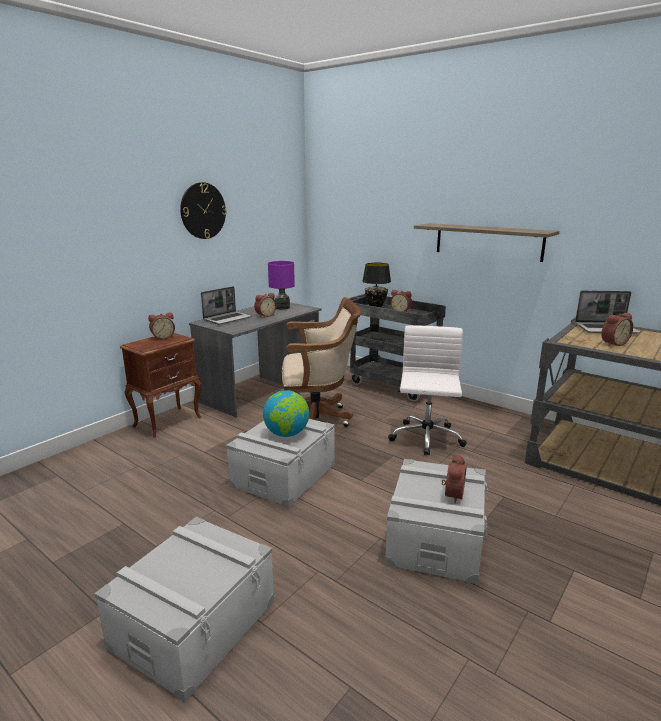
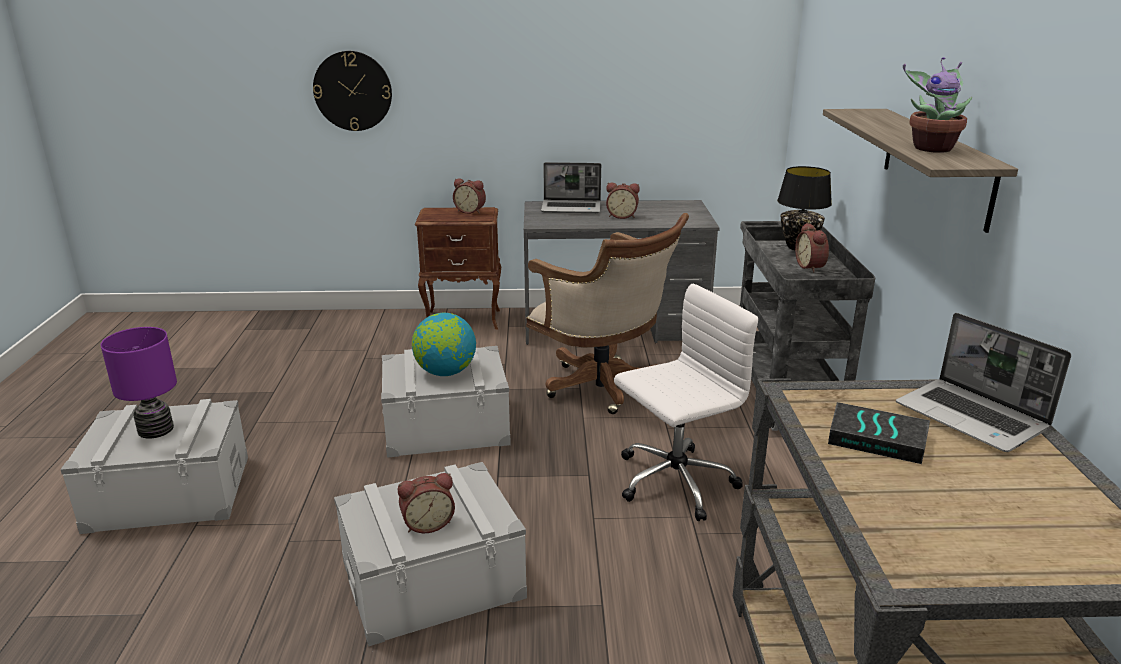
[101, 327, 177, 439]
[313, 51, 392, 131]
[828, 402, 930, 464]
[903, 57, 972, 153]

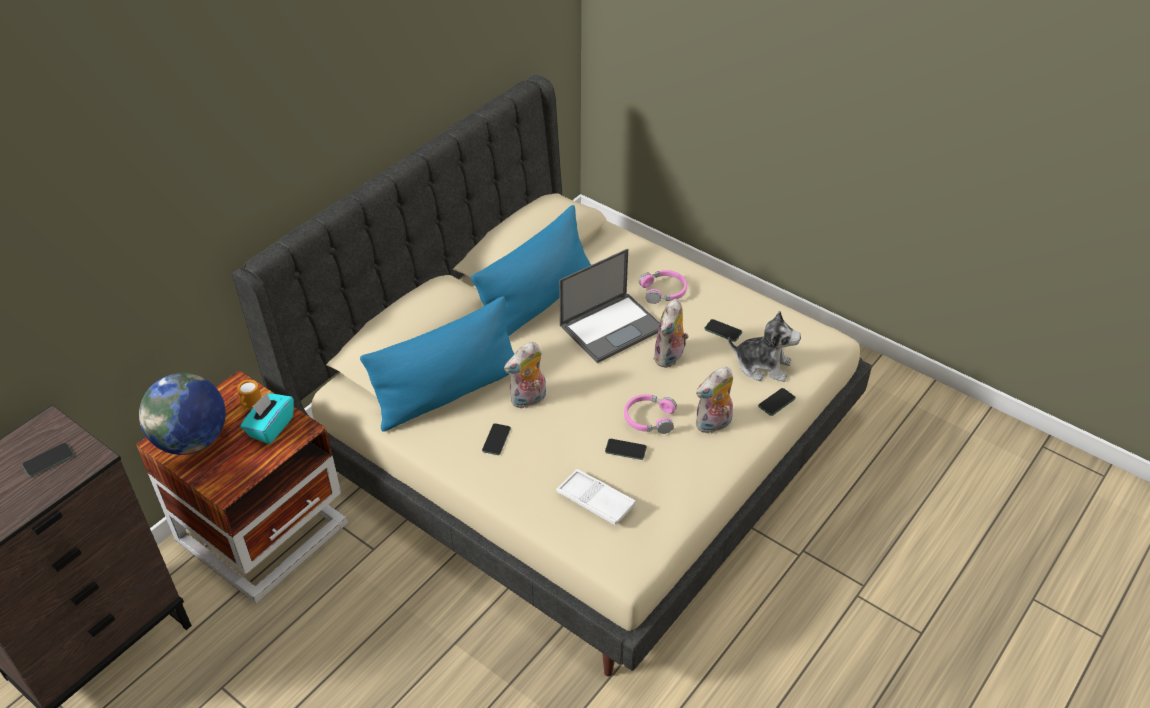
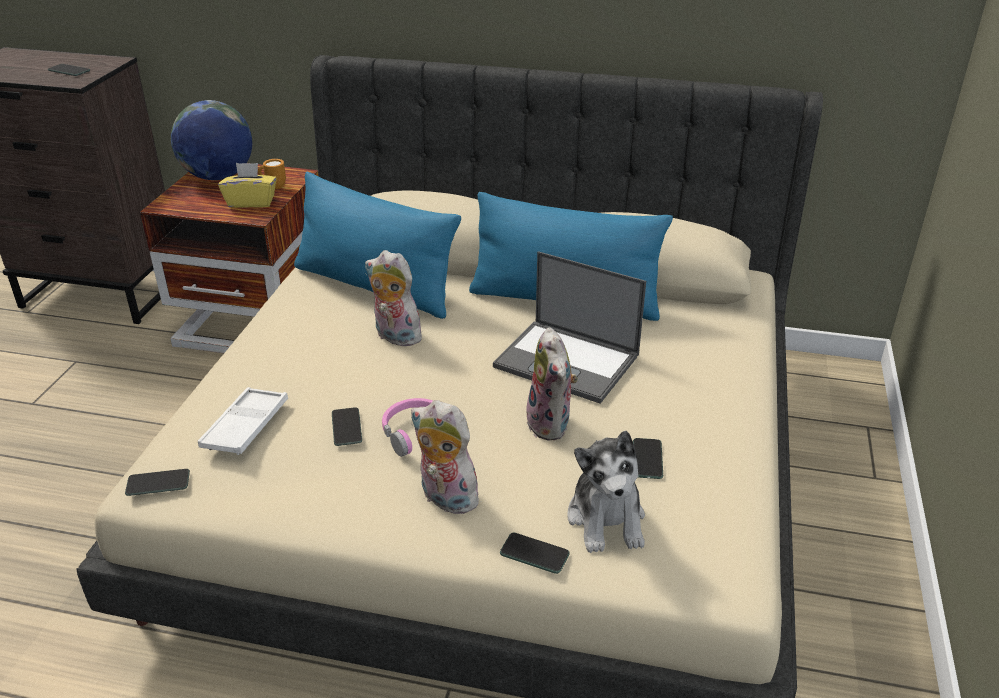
[125, 469, 190, 496]
[218, 163, 277, 208]
[523, 327, 578, 441]
[639, 270, 687, 304] (first image)

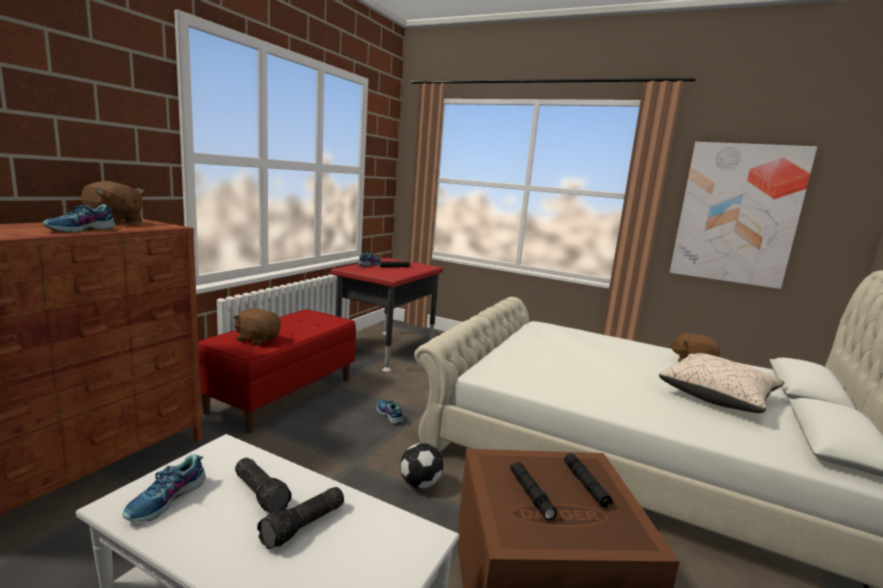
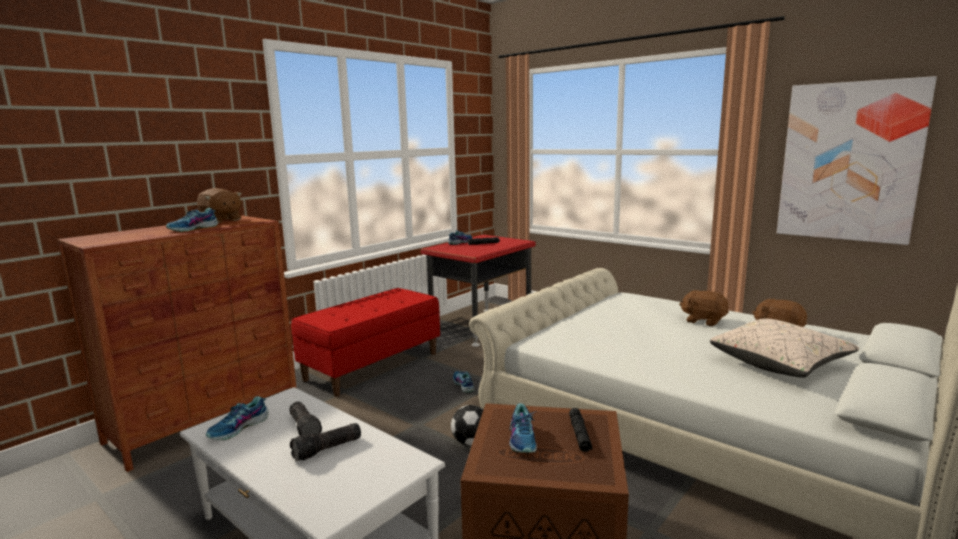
[509, 403, 537, 453]
[679, 290, 729, 326]

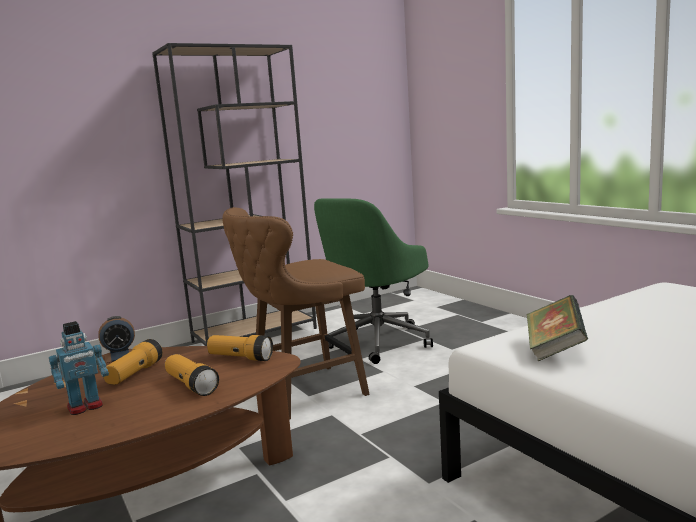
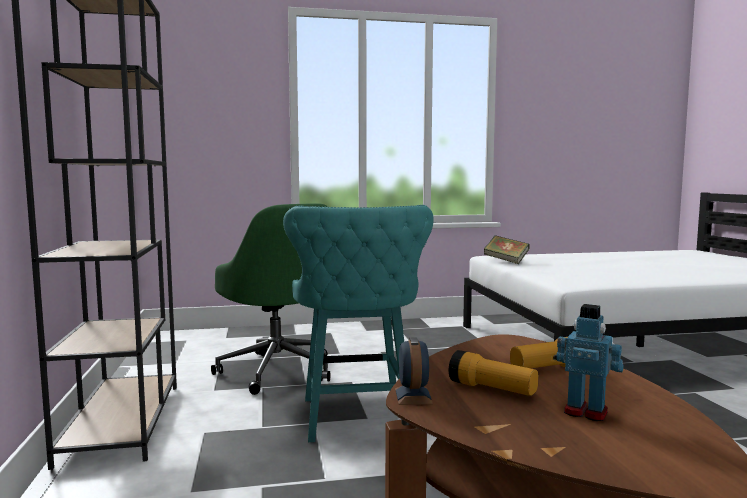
[283, 205, 434, 442]
[484, 235, 530, 264]
[557, 304, 624, 421]
[207, 335, 273, 361] (first image)

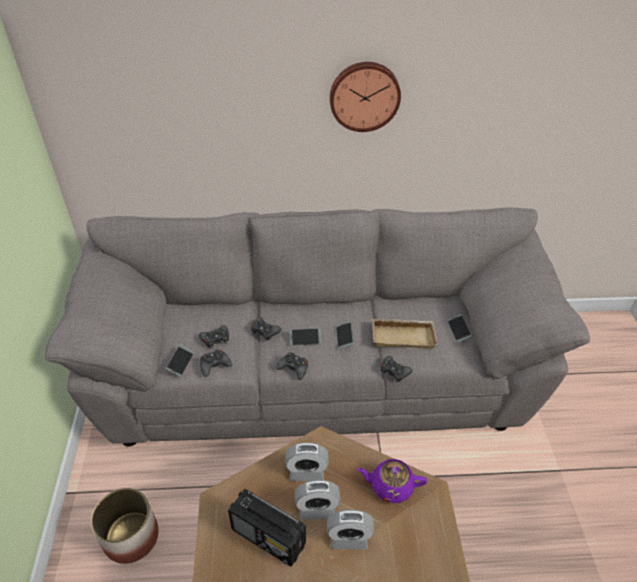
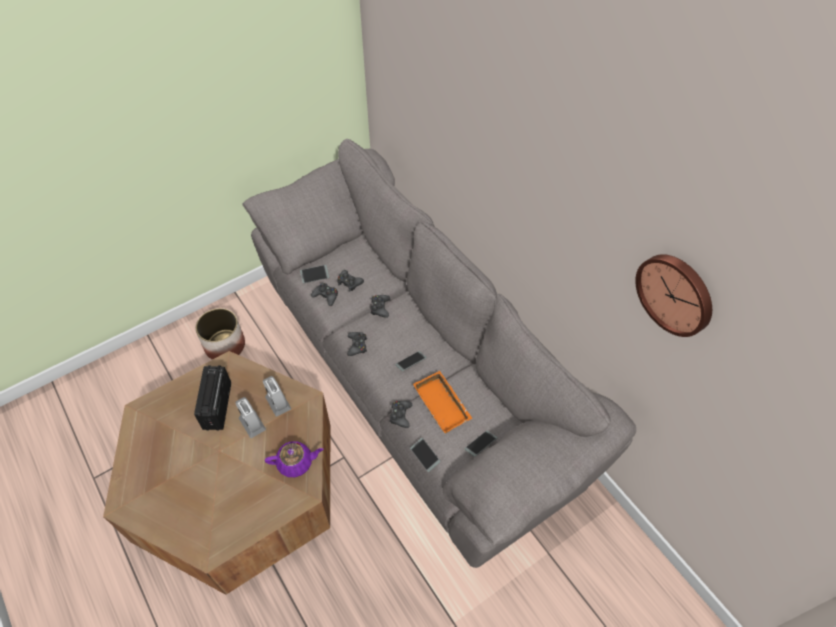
[265, 441, 323, 477]
[410, 438, 440, 472]
[413, 371, 472, 434]
[635, 254, 712, 337]
[327, 510, 374, 550] (first image)

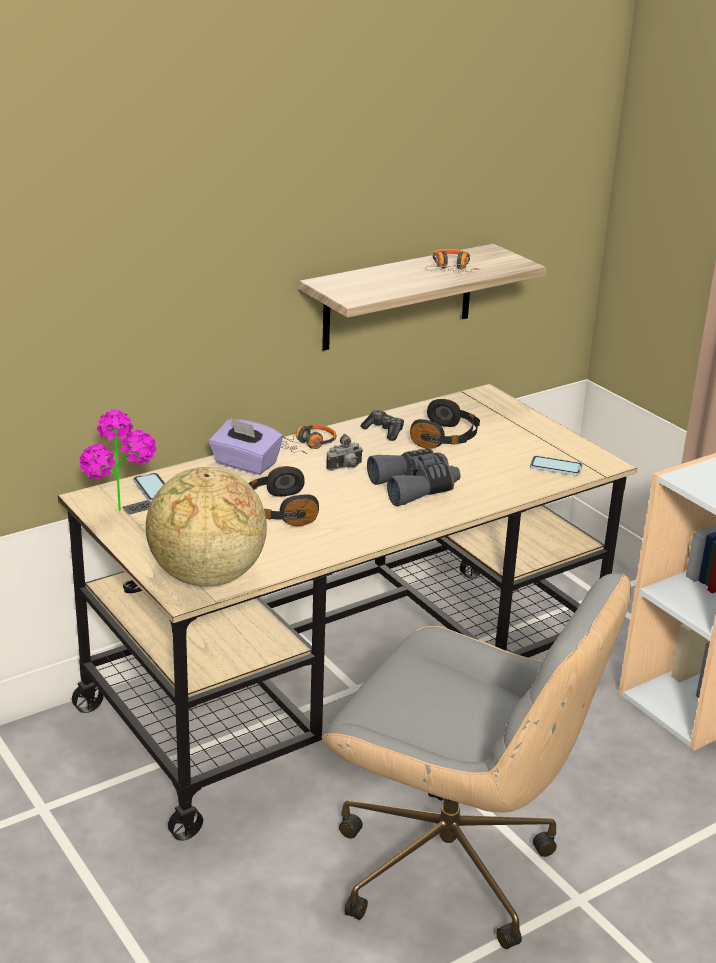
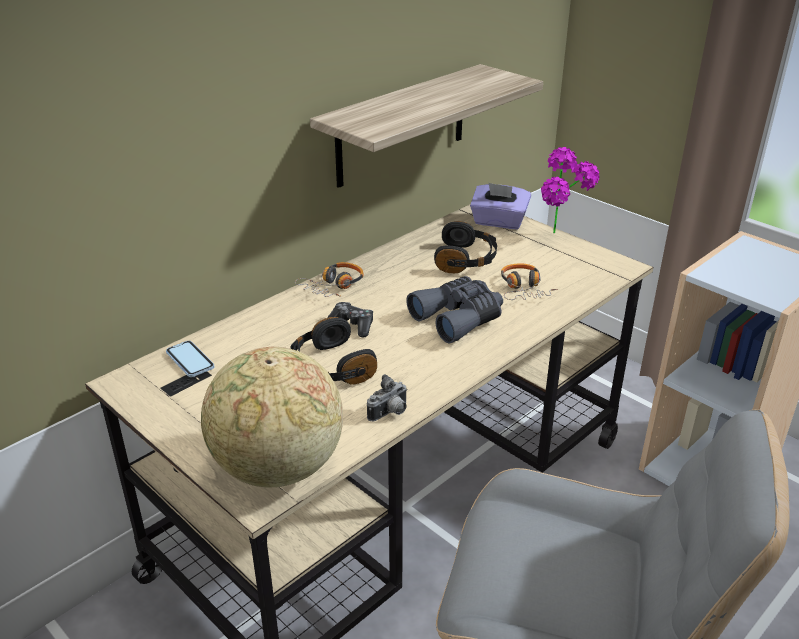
[327, 302, 373, 337]
[367, 374, 407, 421]
[470, 183, 531, 229]
[501, 264, 558, 300]
[541, 147, 600, 233]
[530, 456, 582, 476] (first image)

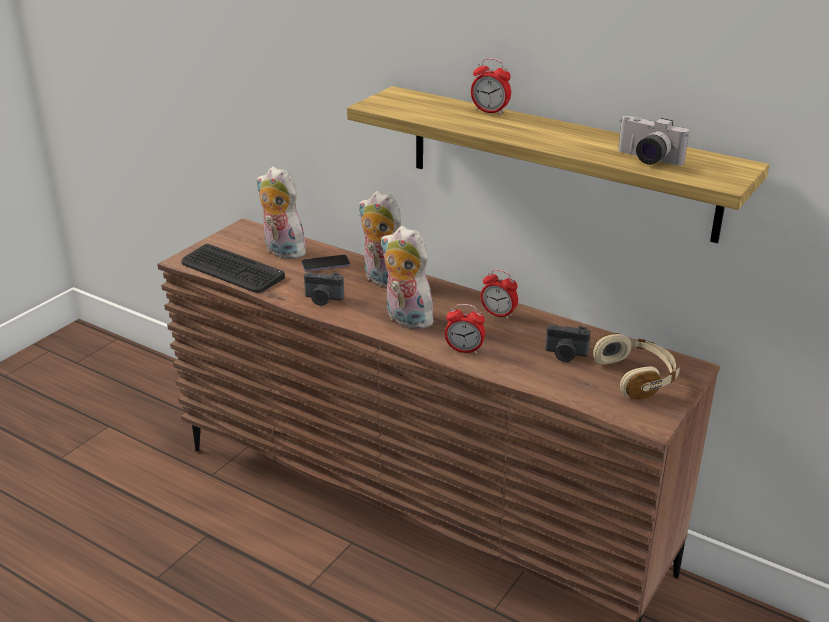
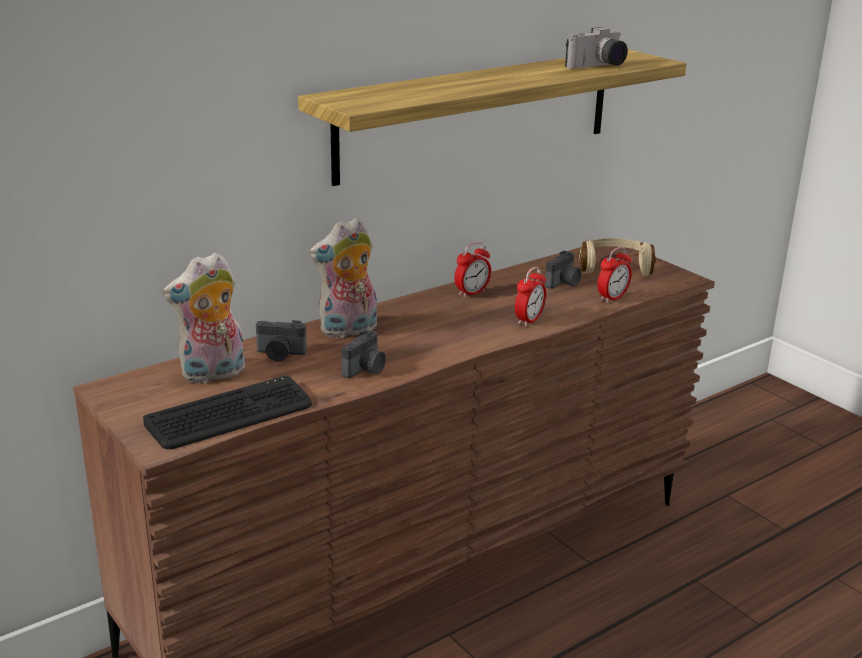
[256, 320, 307, 362]
[597, 247, 632, 303]
[381, 226, 436, 329] (first image)

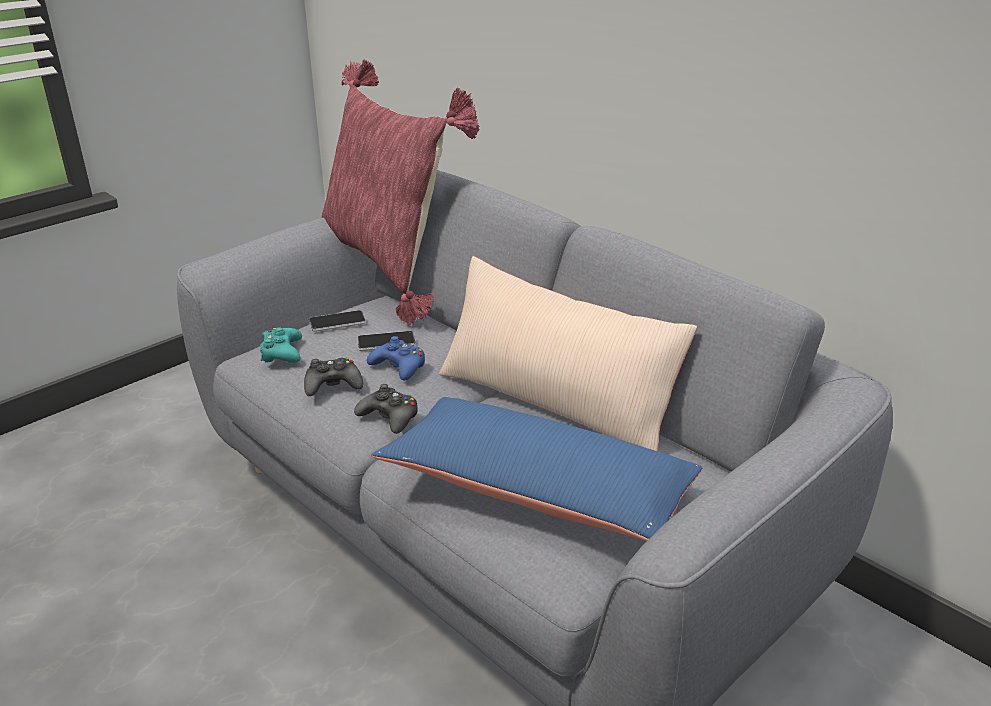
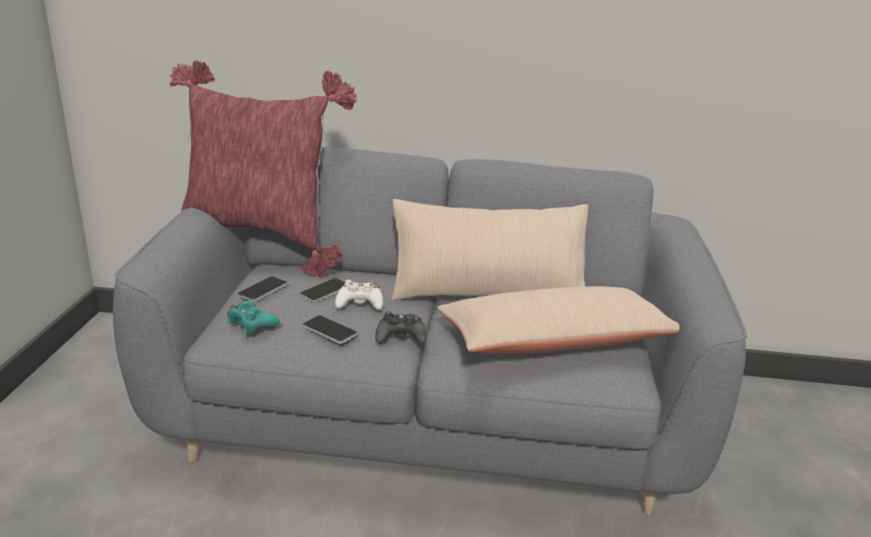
[302, 315, 357, 344]
[335, 280, 383, 310]
[437, 286, 680, 353]

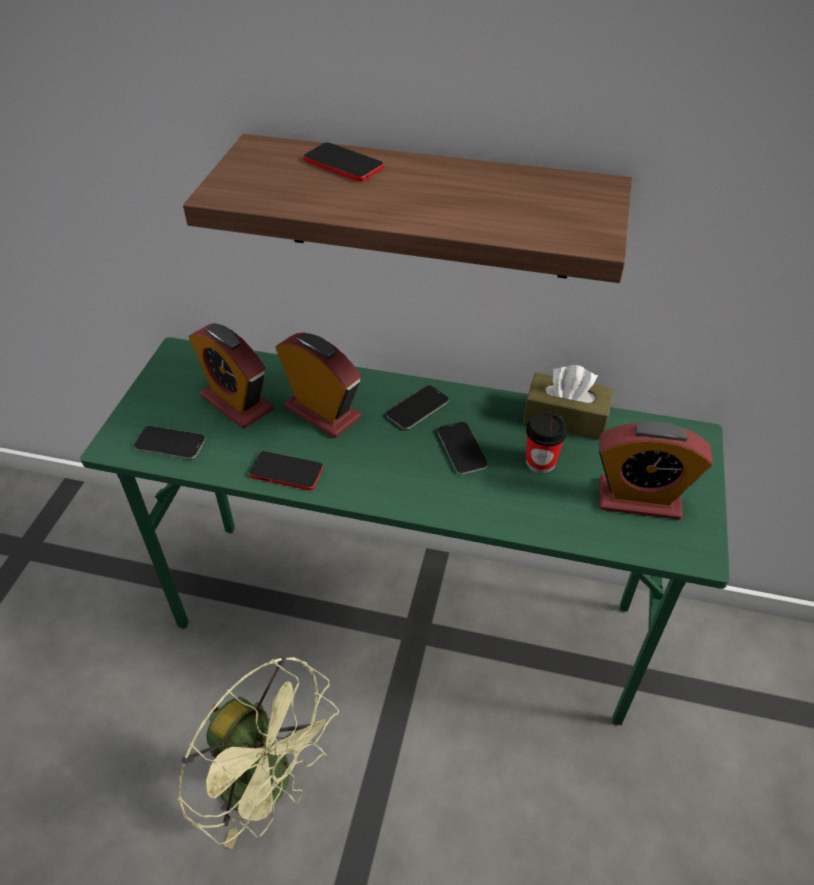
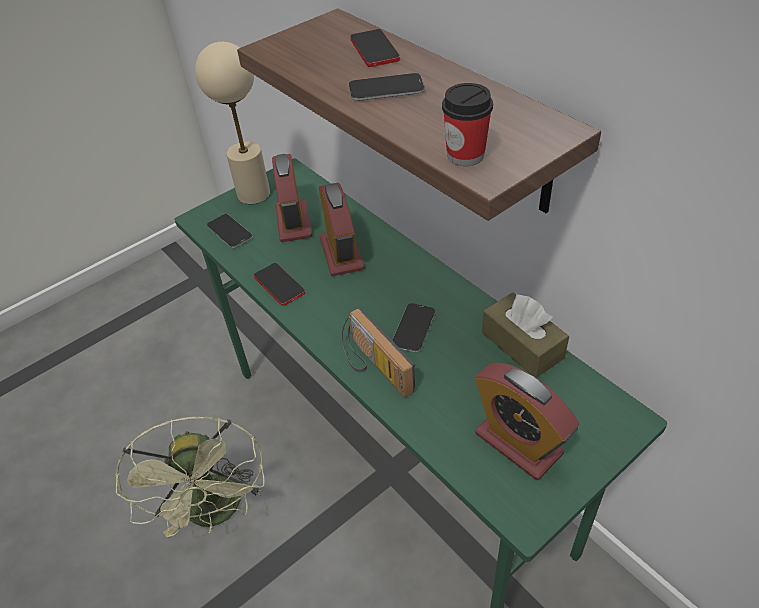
[195, 42, 270, 204]
[341, 308, 415, 397]
[349, 73, 425, 101]
[442, 83, 493, 166]

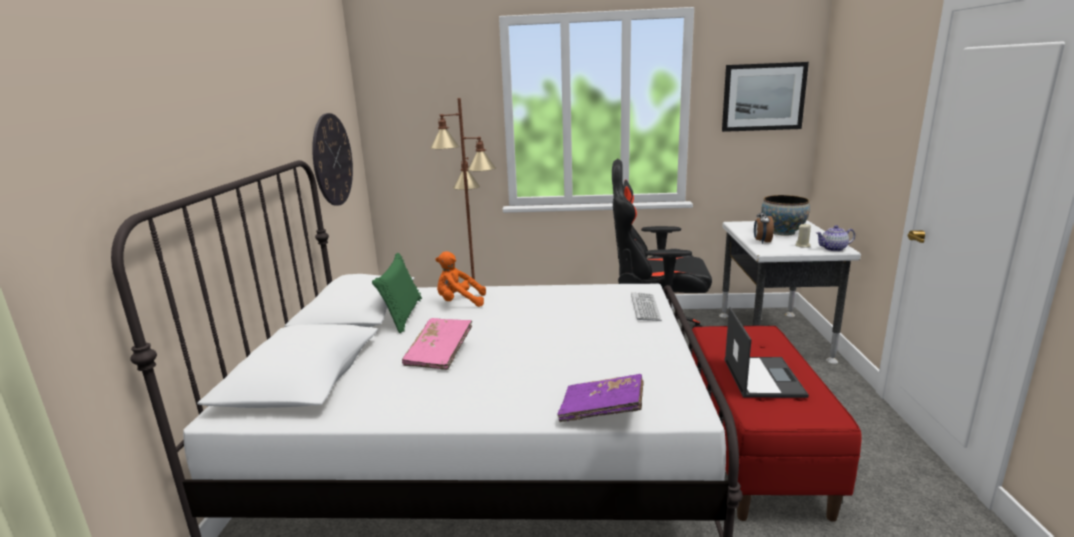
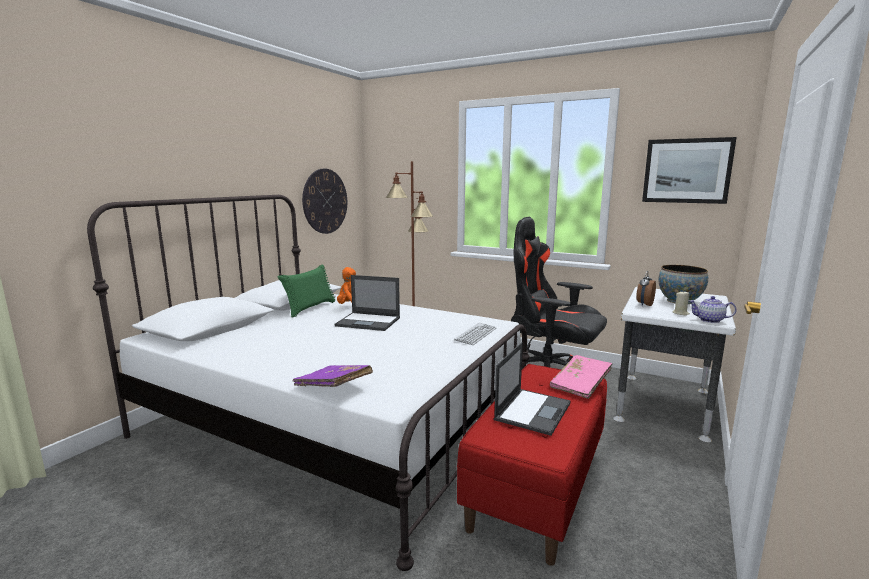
[335, 275, 400, 331]
[550, 355, 612, 399]

